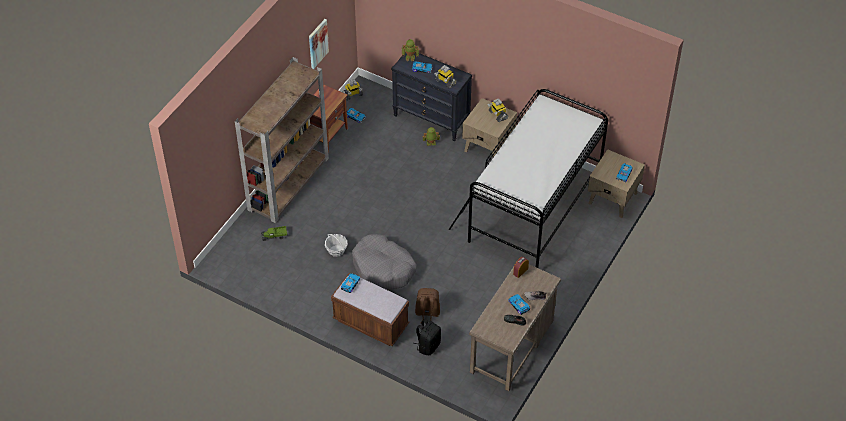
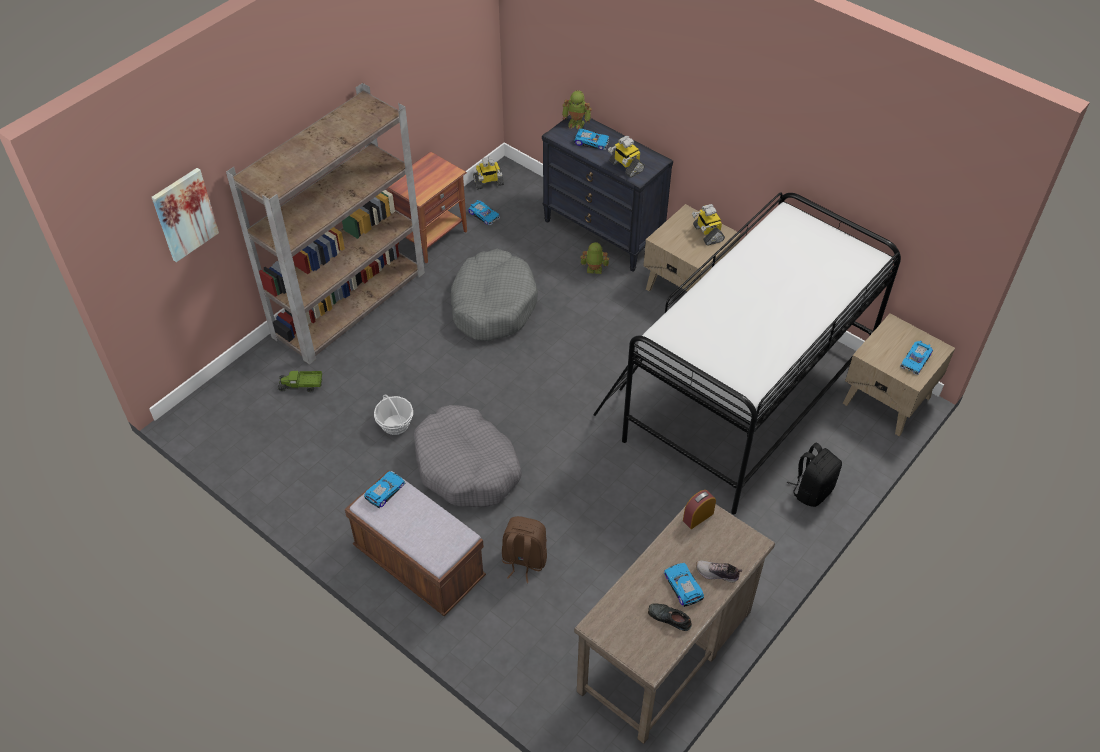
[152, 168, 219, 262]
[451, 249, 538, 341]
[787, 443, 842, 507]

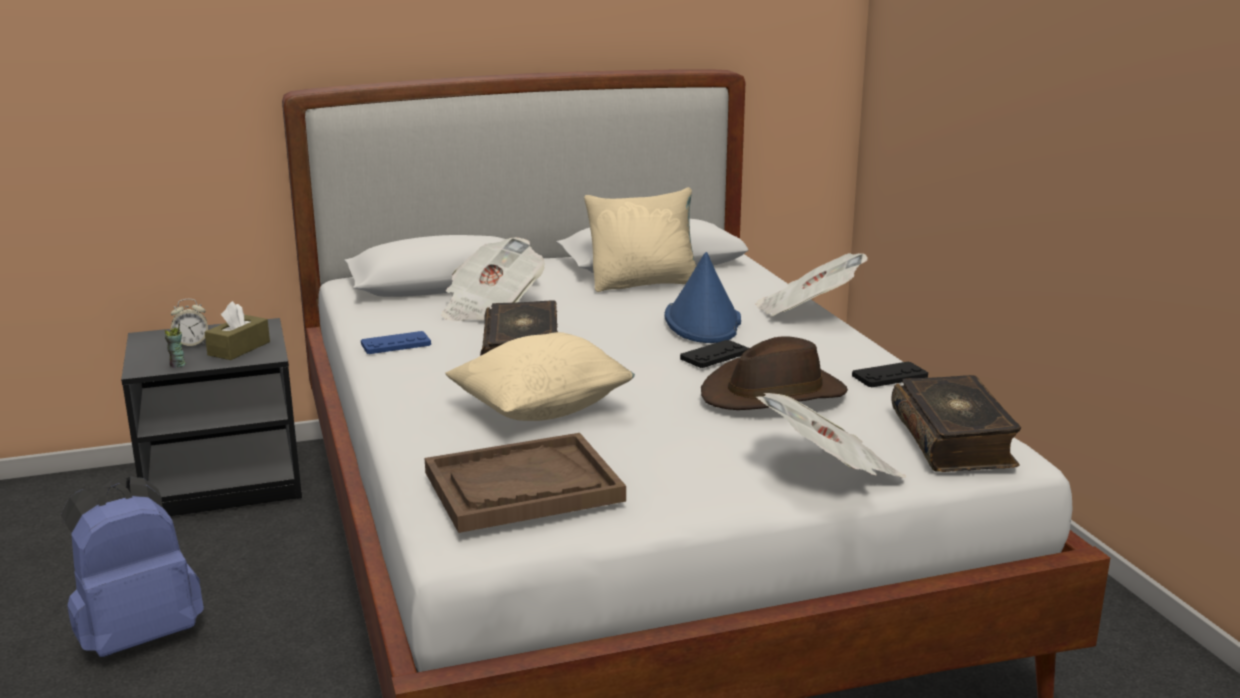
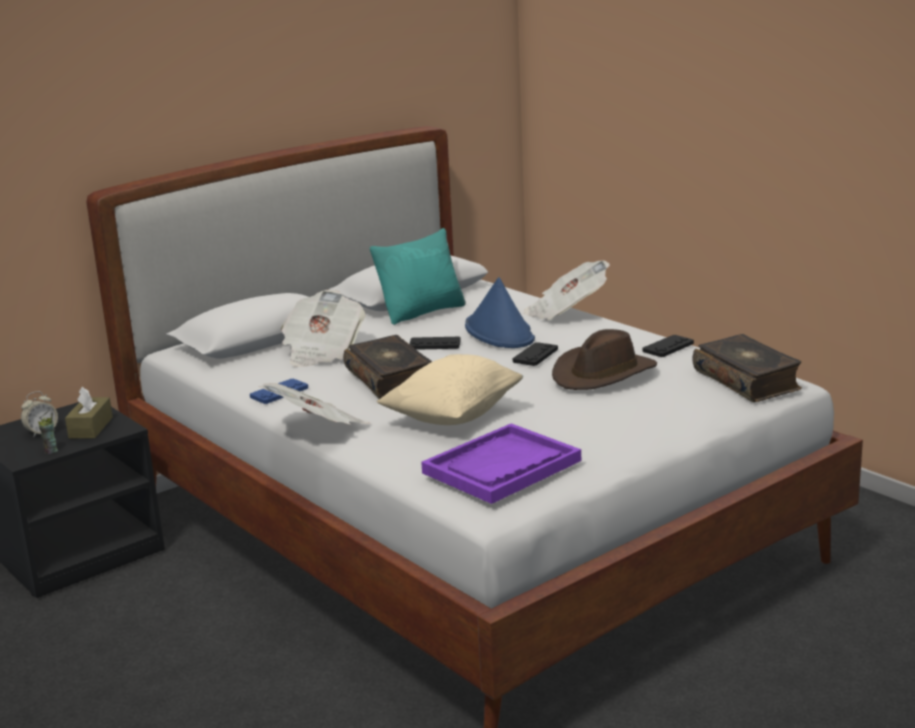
[258, 383, 370, 425]
[370, 228, 466, 325]
[409, 337, 461, 350]
[421, 423, 581, 504]
[61, 477, 204, 657] (first image)

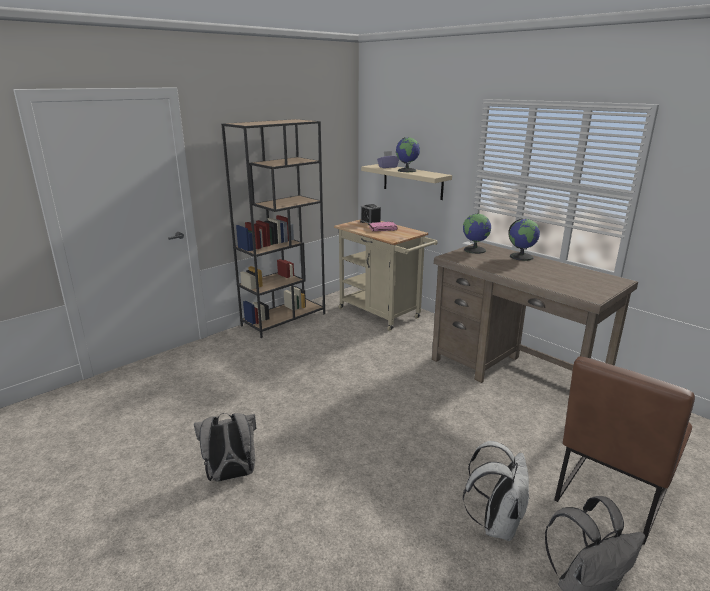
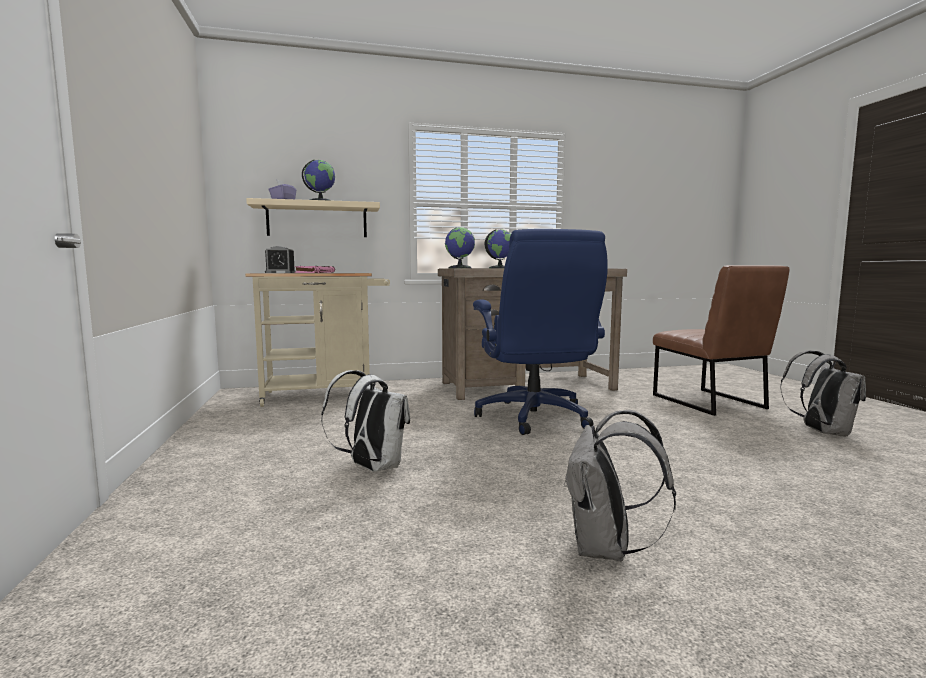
[321, 370, 410, 472]
[473, 229, 608, 435]
[222, 119, 325, 338] (first image)

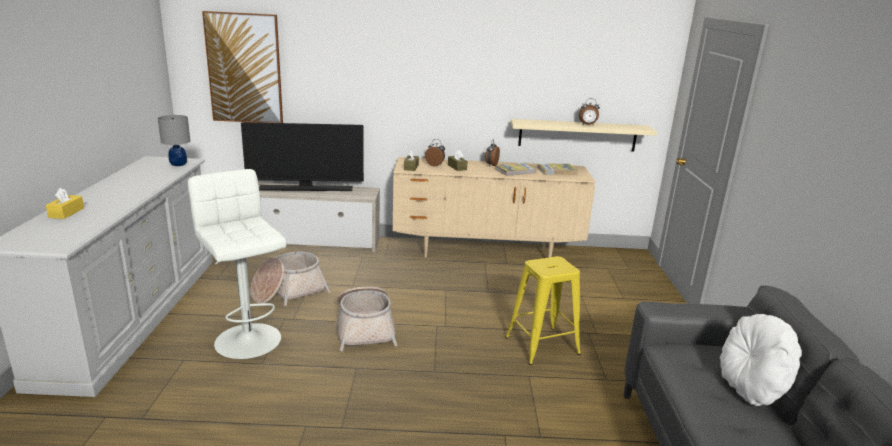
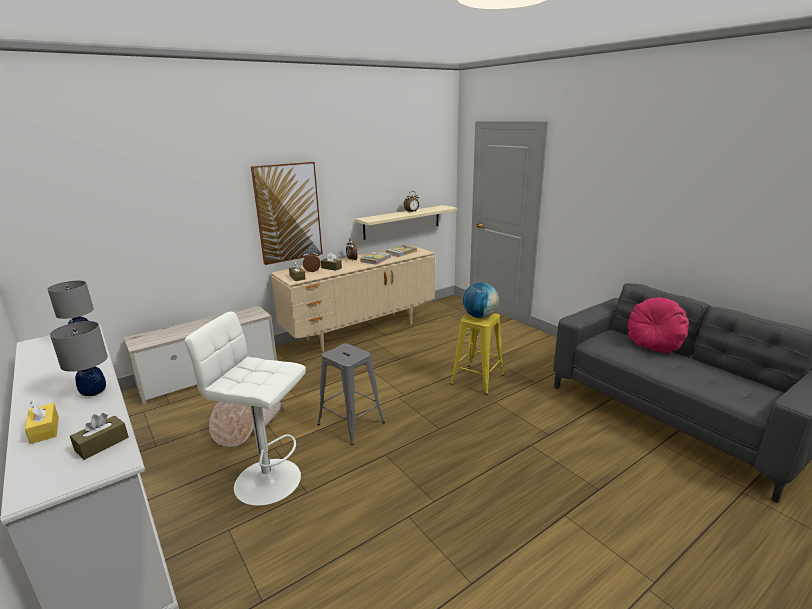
[50, 321, 108, 396]
[70, 413, 129, 460]
[251, 162, 323, 265]
[317, 343, 385, 445]
[463, 283, 499, 318]
[628, 297, 689, 354]
[241, 122, 364, 191] (first image)

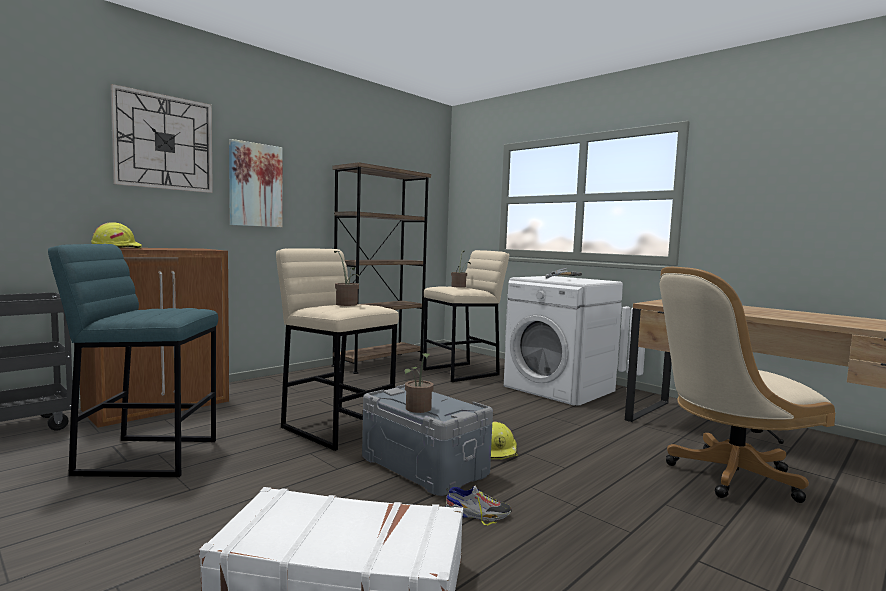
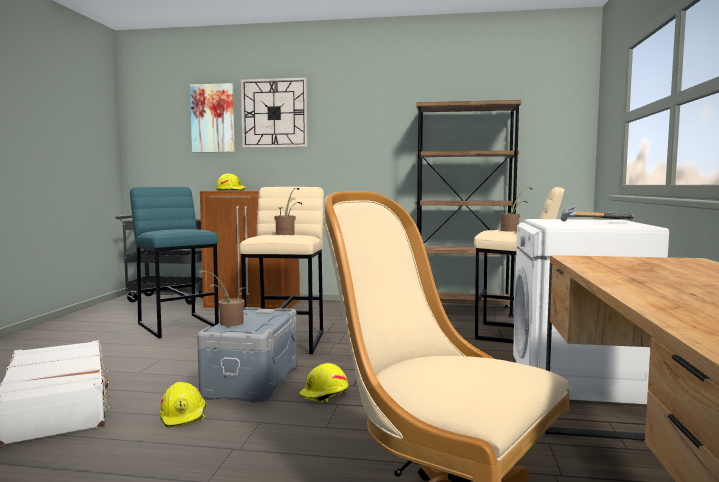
[159, 382, 206, 428]
[190, 83, 235, 153]

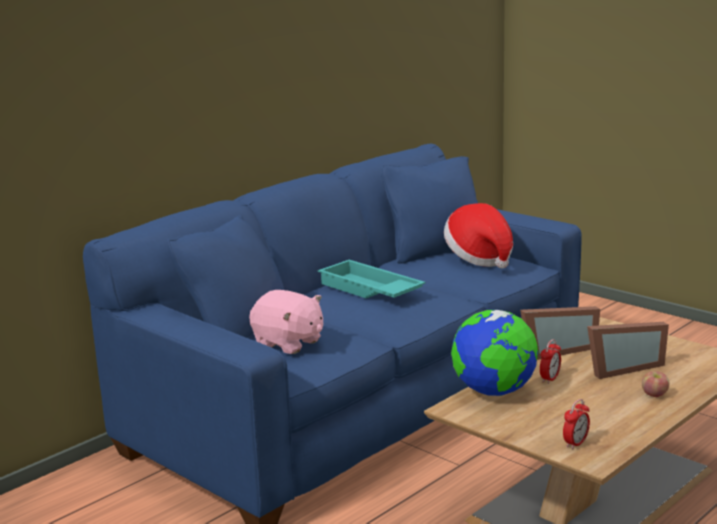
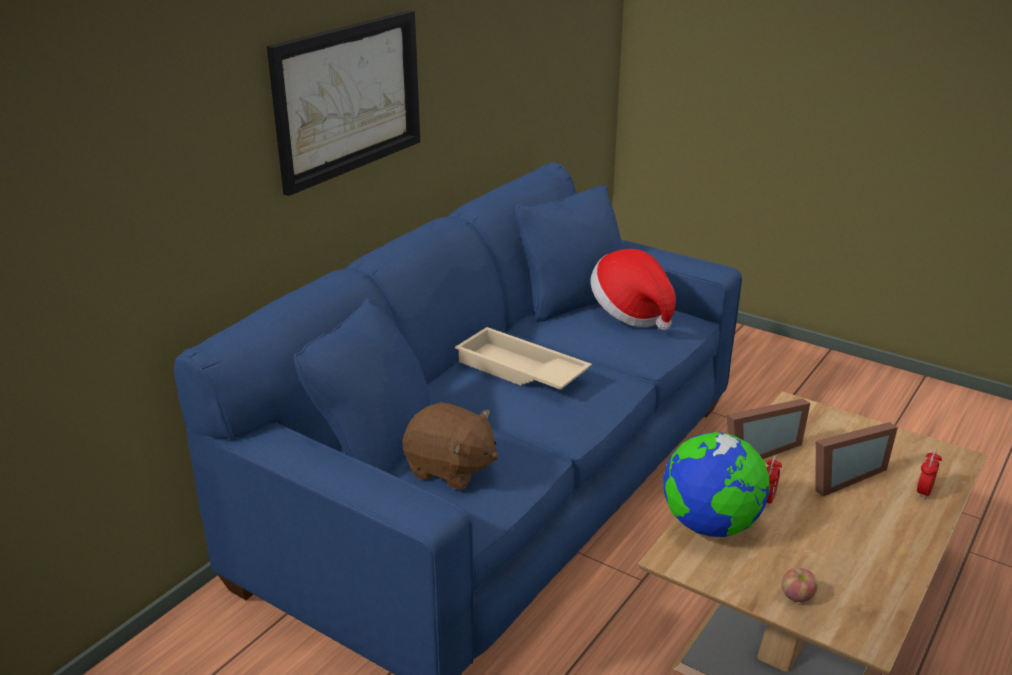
[267, 10, 420, 196]
[402, 402, 498, 490]
[455, 327, 592, 390]
[782, 568, 818, 602]
[917, 449, 942, 500]

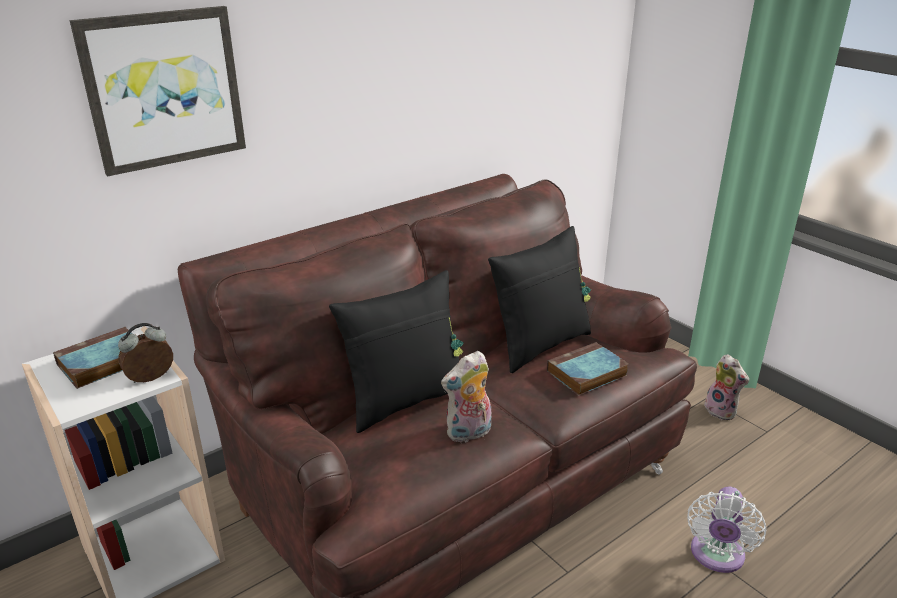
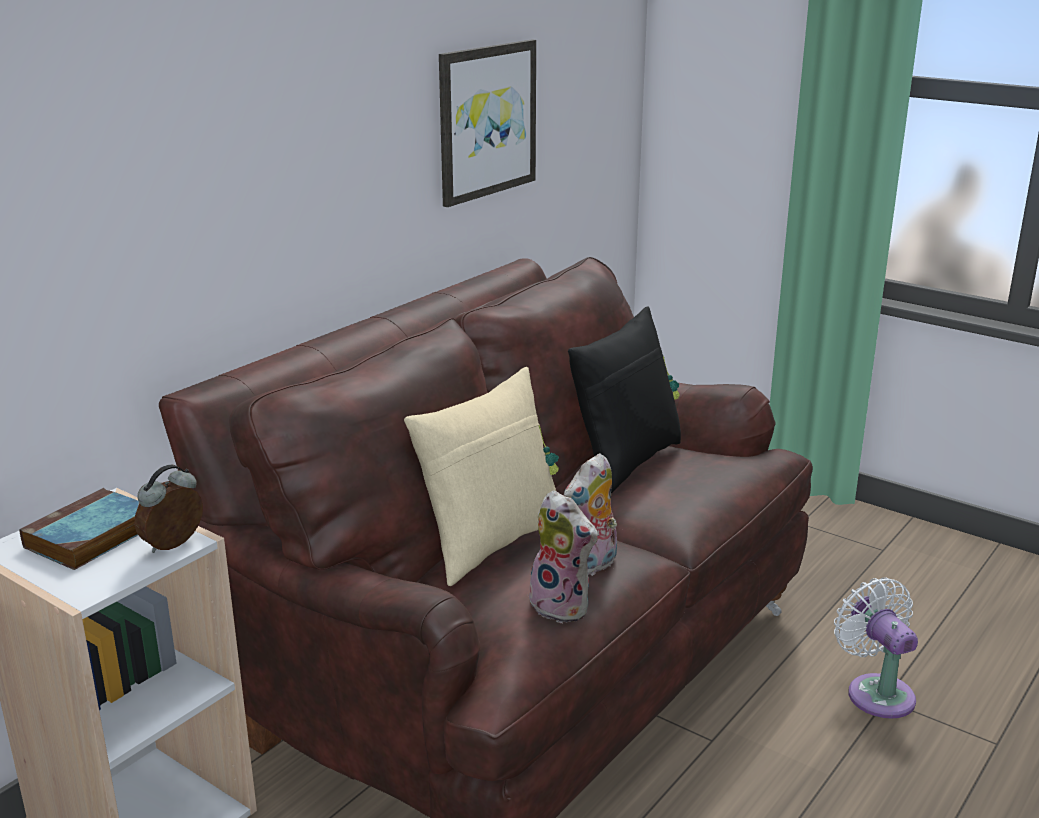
[404, 367, 559, 586]
[439, 39, 536, 207]
[527, 490, 598, 623]
[834, 578, 918, 719]
[547, 342, 628, 396] (first image)

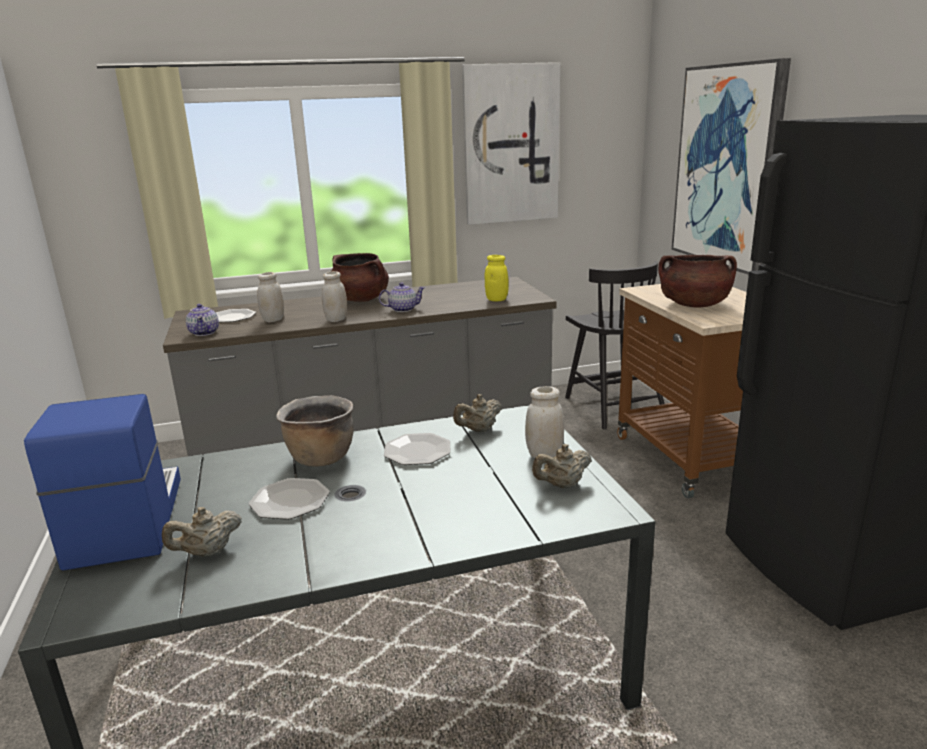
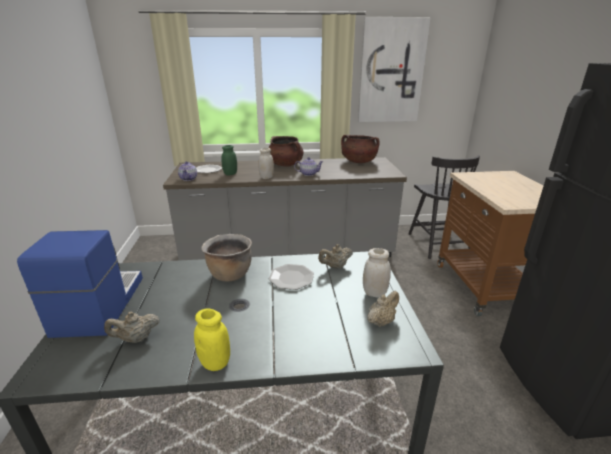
[194, 308, 230, 371]
[221, 145, 237, 176]
[341, 135, 380, 163]
[367, 291, 399, 327]
[249, 478, 330, 520] (first image)
[672, 58, 791, 275] (first image)

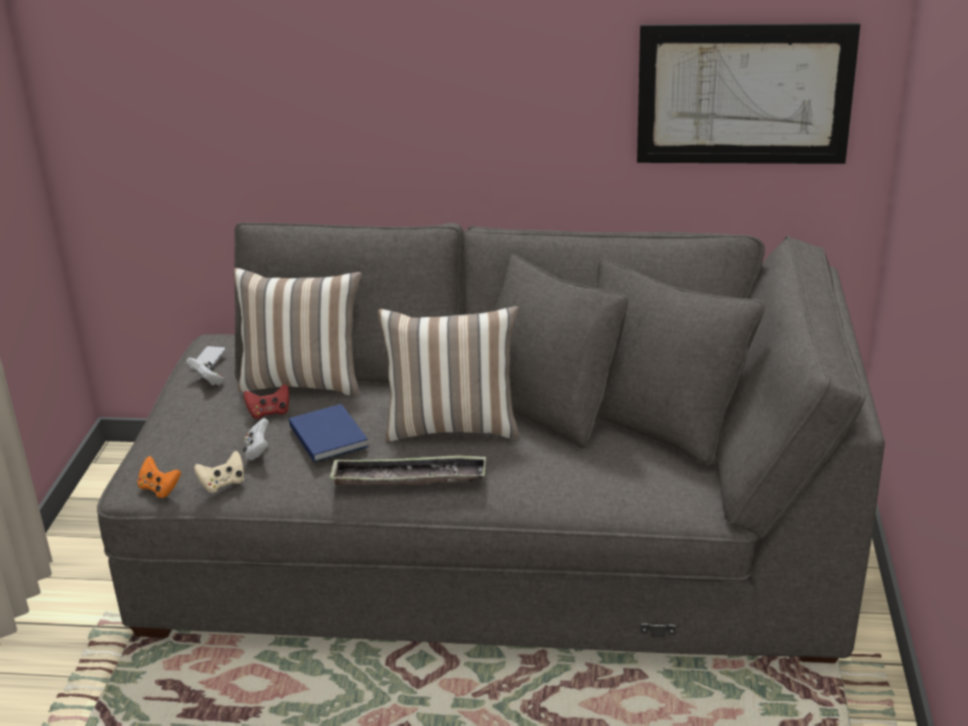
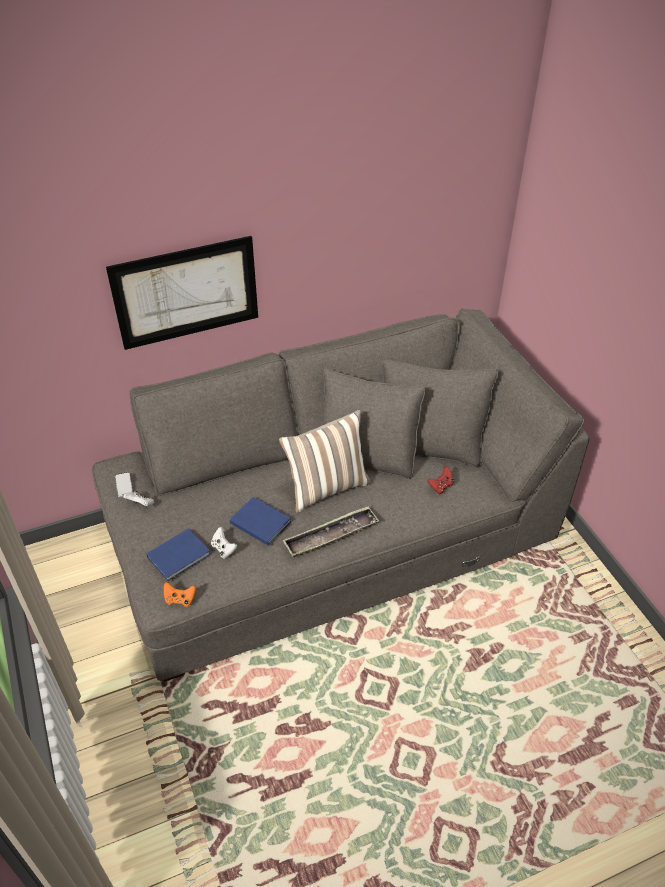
[106, 236, 258, 350]
[146, 528, 211, 581]
[428, 466, 454, 494]
[194, 451, 244, 493] (first image)
[234, 268, 362, 396] (first image)

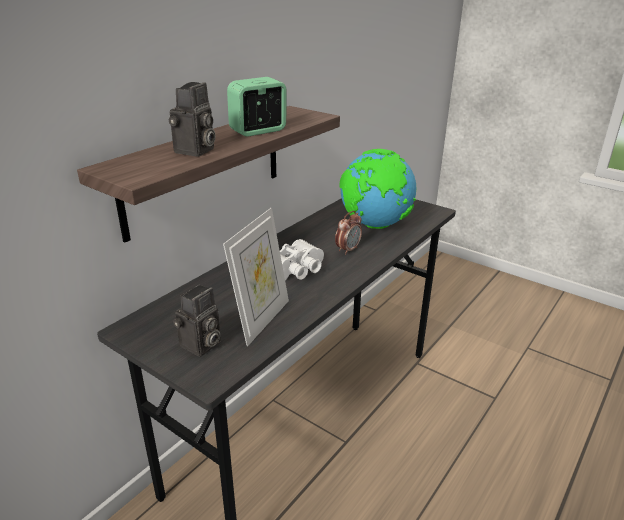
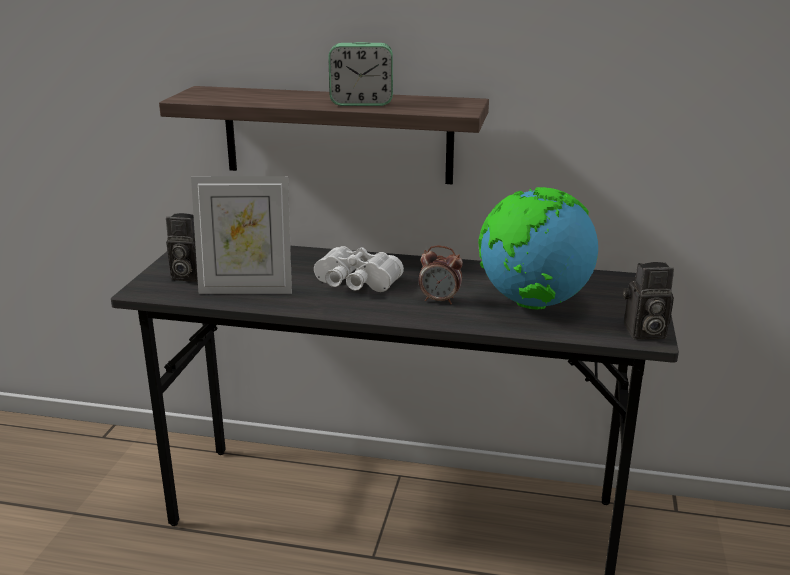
[328, 42, 393, 106]
[623, 262, 674, 340]

